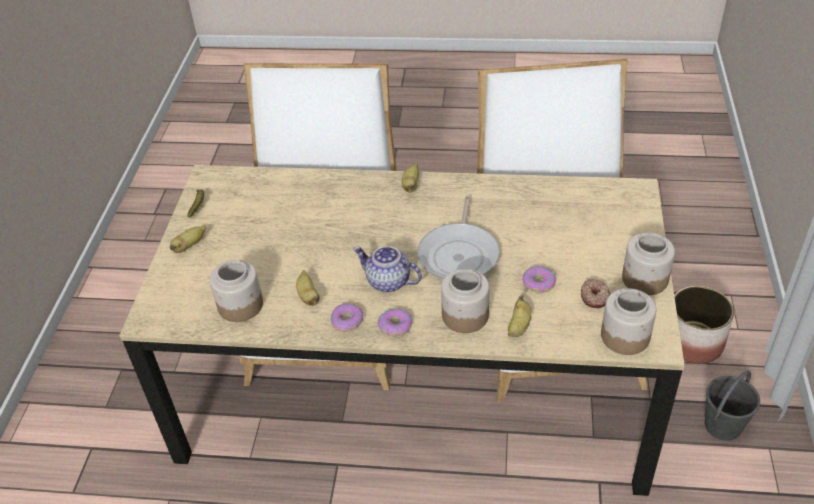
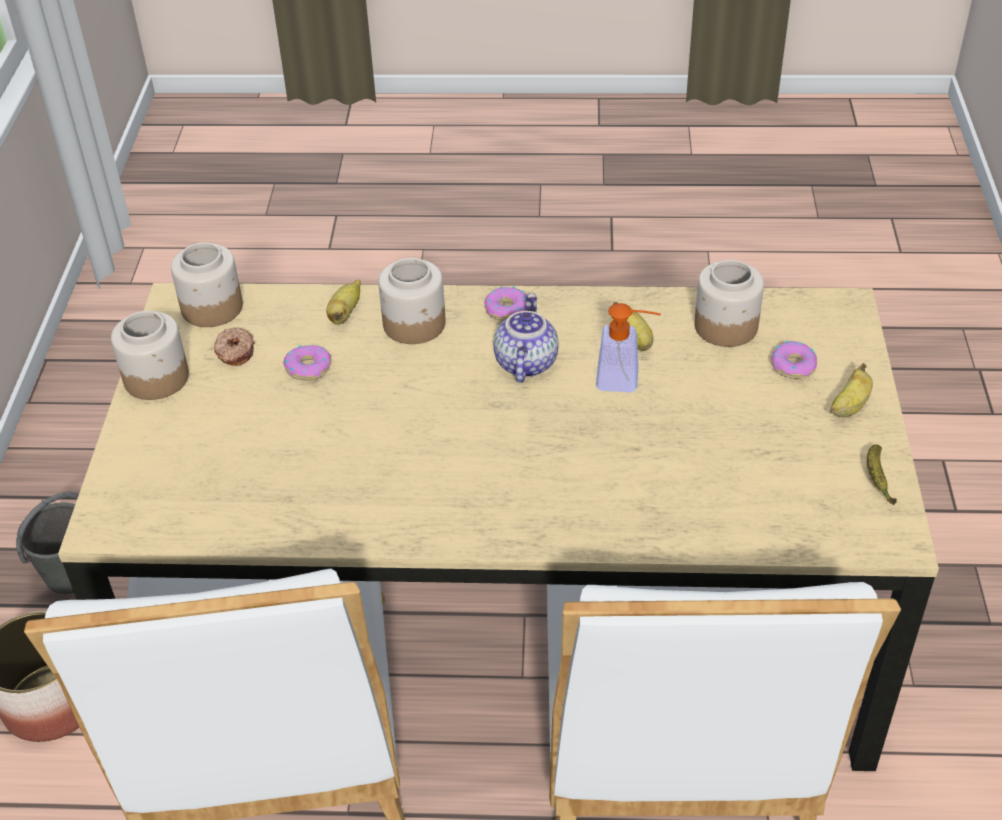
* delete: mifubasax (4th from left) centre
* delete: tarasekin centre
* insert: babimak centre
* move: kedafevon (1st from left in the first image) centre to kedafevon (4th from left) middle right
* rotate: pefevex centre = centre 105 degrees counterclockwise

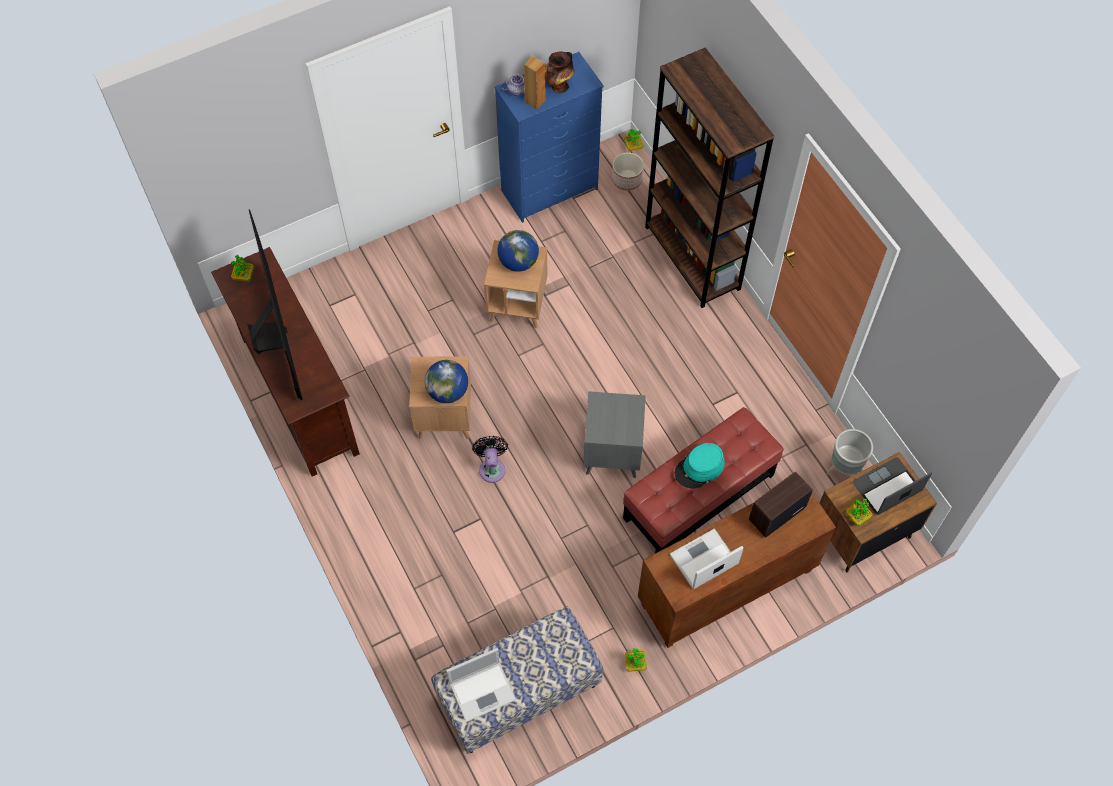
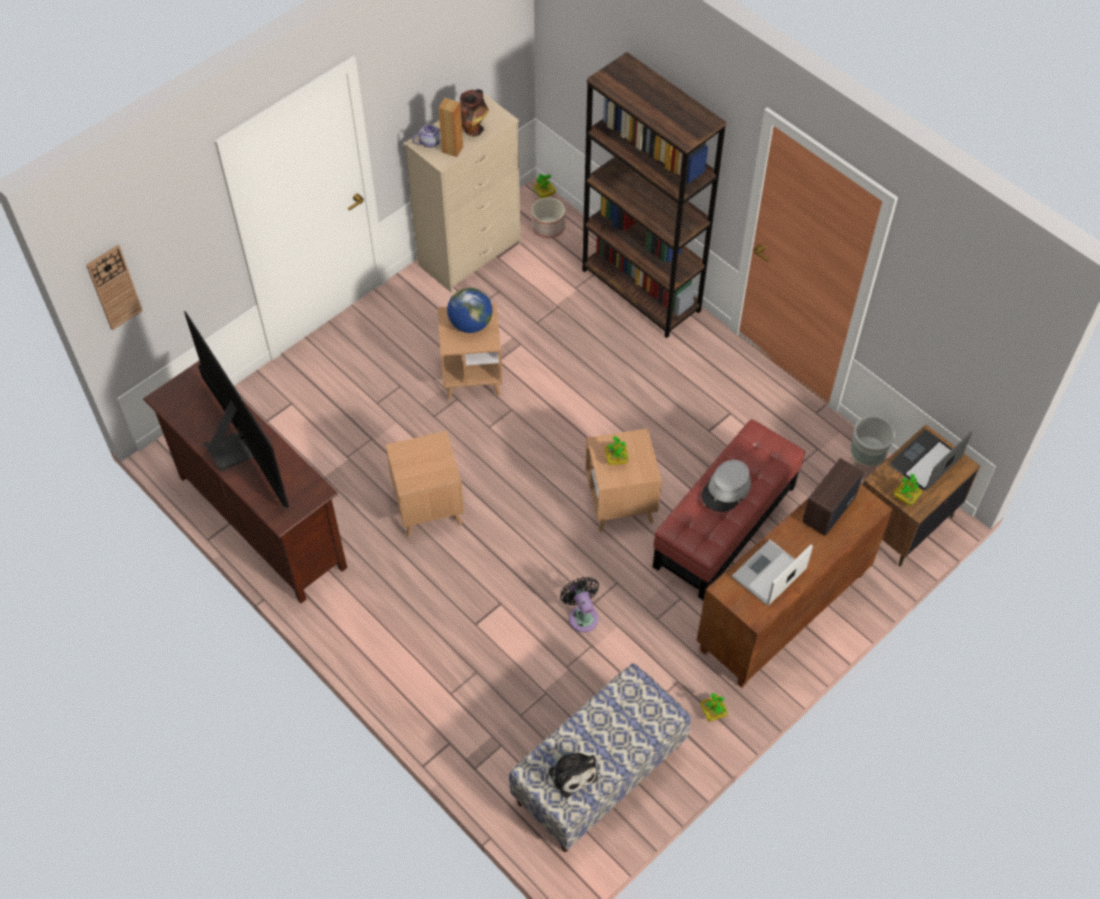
* delete: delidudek (1st from left) centre
* insert: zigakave top left
* move: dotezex (1st from left in the first image) middle left to dotezex (2nd from left) centre
* move: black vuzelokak centre to bottom centre
* replace: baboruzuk (1st from left) bottom centre to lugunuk bottom centre
* recolor: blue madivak top centre to beige madivak top centre
* recolor: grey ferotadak centre to brown ferotadak (3rd from left) centre
* recolor: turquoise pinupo centre to grey pinupo centre

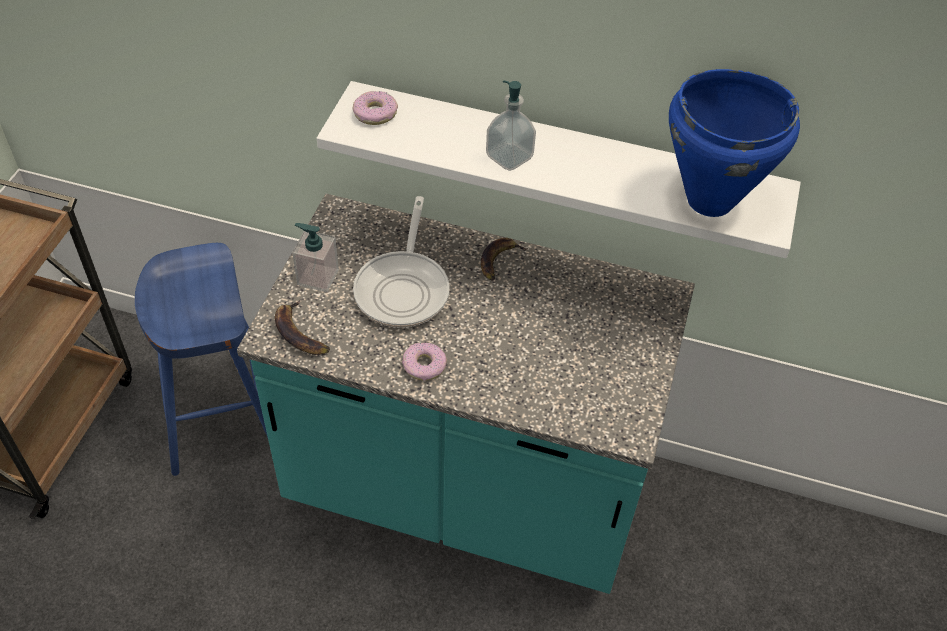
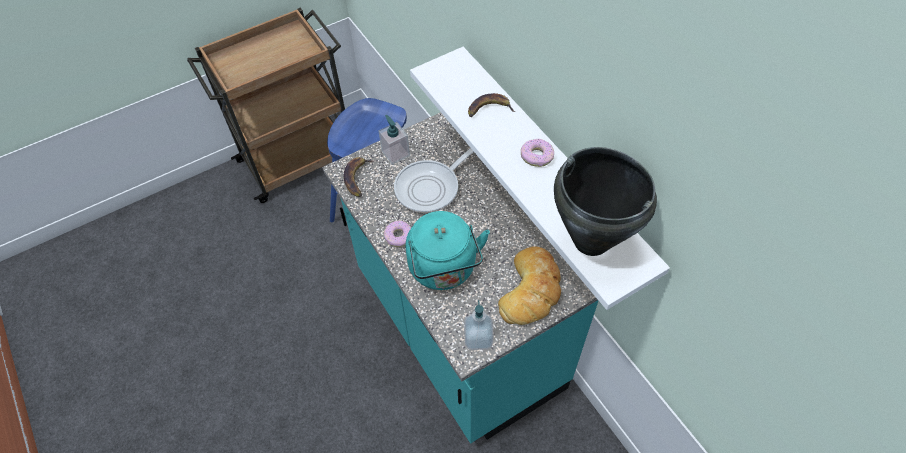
* insert: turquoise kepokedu centre
* insert: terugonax centre
* move: kedafevon (1st from left in the first image) top centre to kedafevon (2nd from left) centre
* move: mifubasax (2nd from left) centre to top centre
* move: babimak (2nd from left) top centre to bottom centre
* recolor: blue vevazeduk top right to black vevazeduk middle right

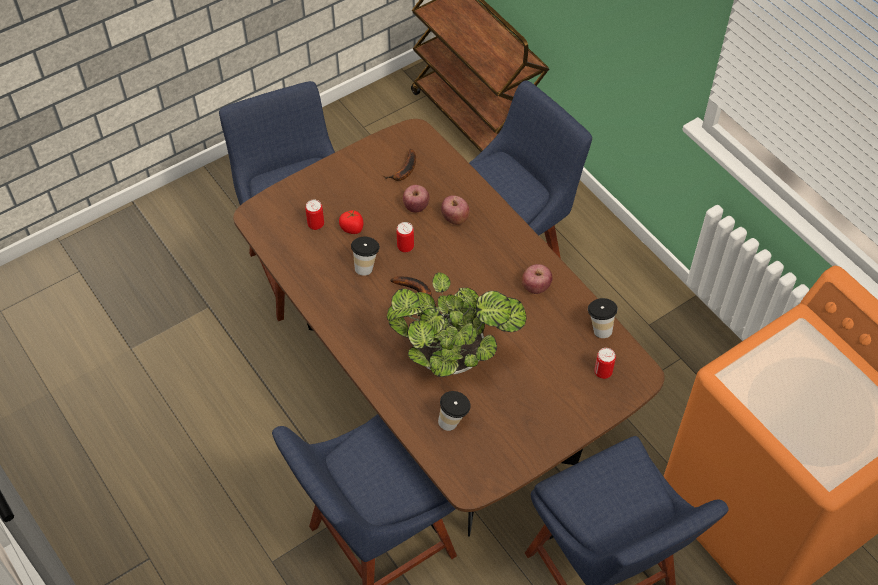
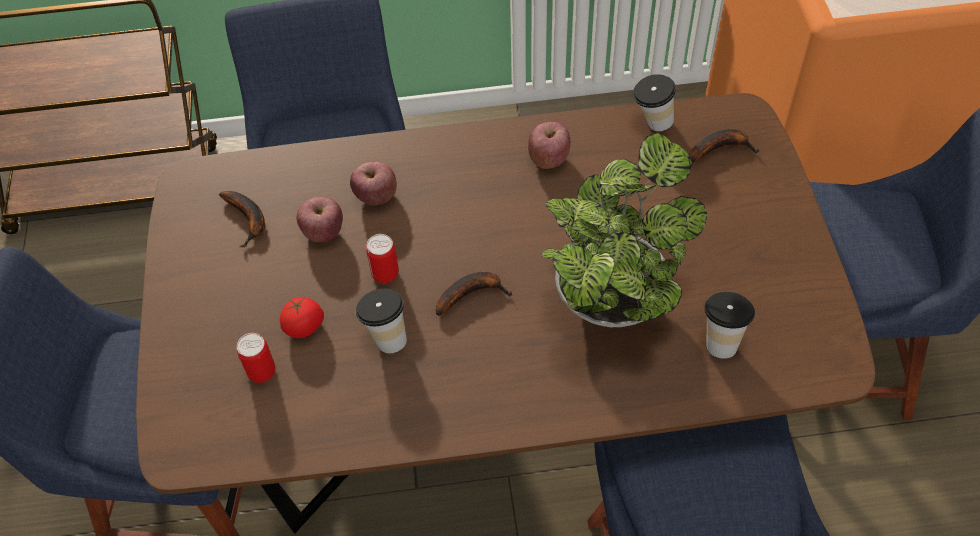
* replace: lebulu (3rd from left) middle right to mifubasax (3rd from left) top right

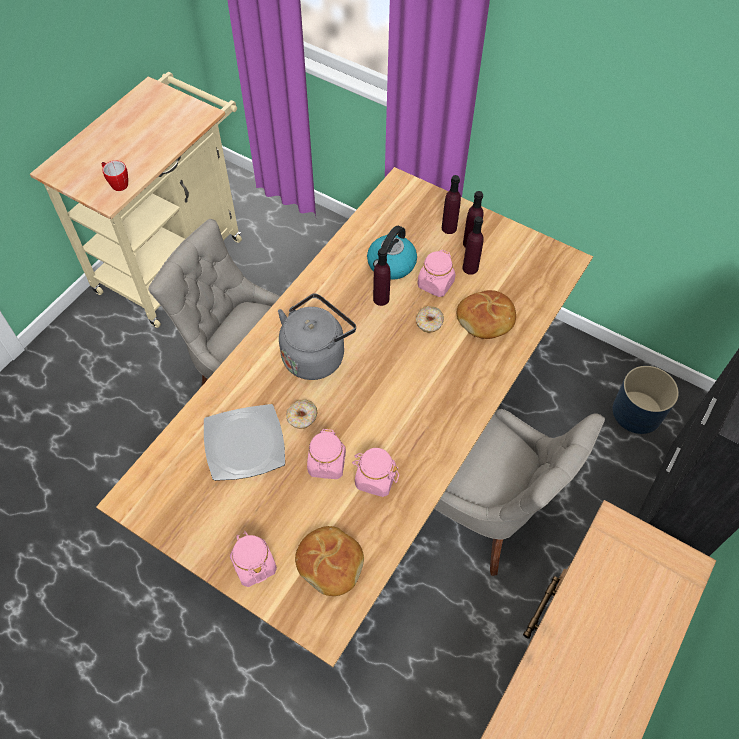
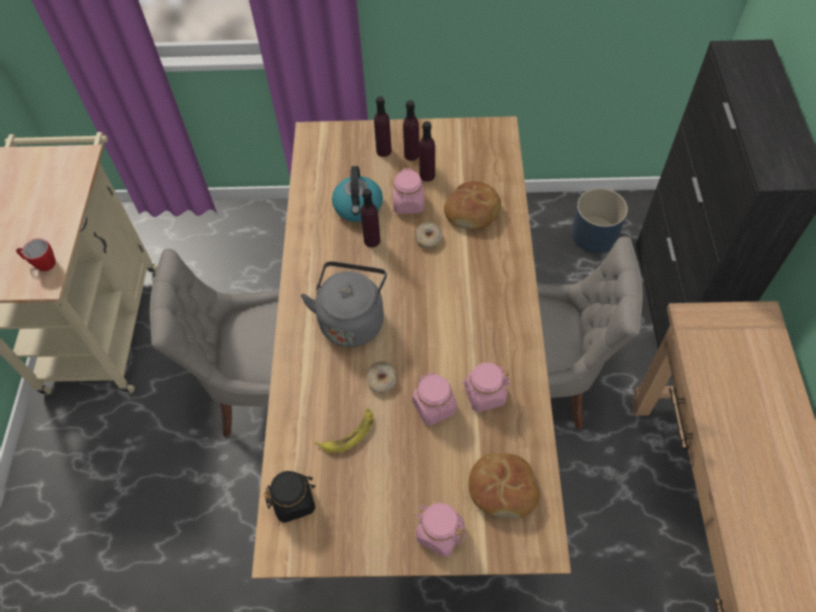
* insert: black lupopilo bottom centre
* replace: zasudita middle left to mifubasax bottom centre

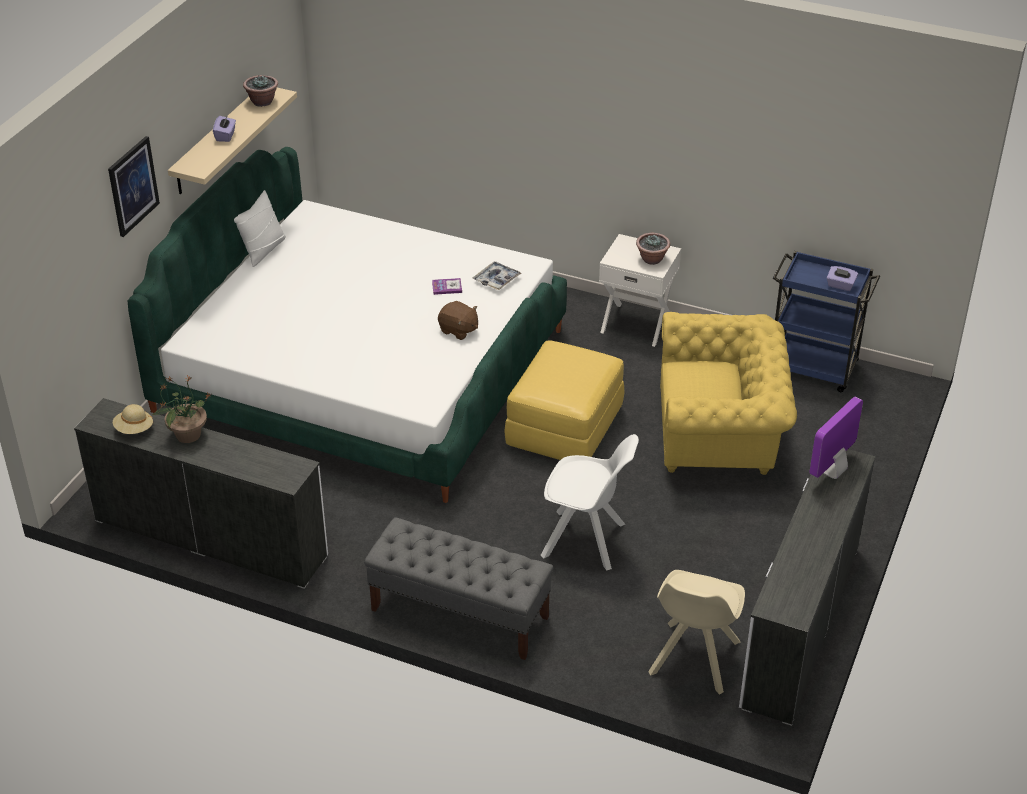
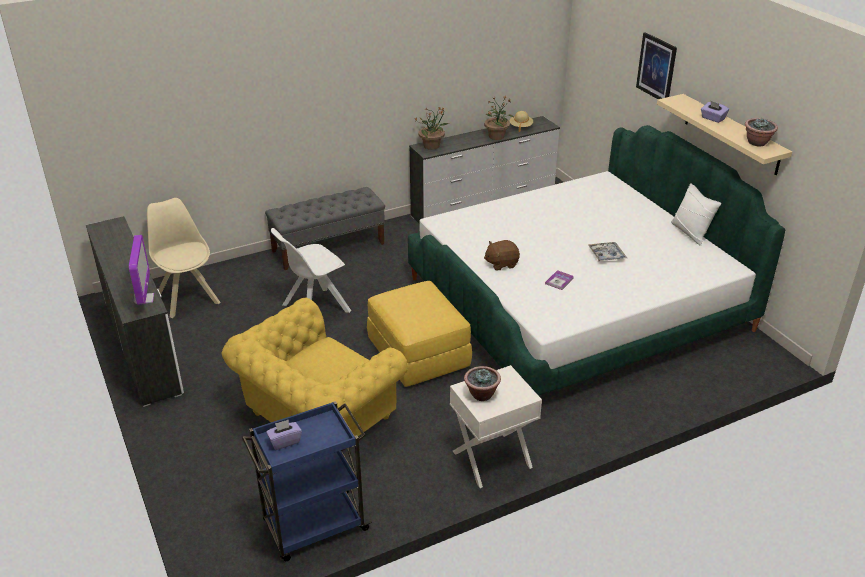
* insert: dotezex (1st from left) top centre
* move: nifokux centre to middle right

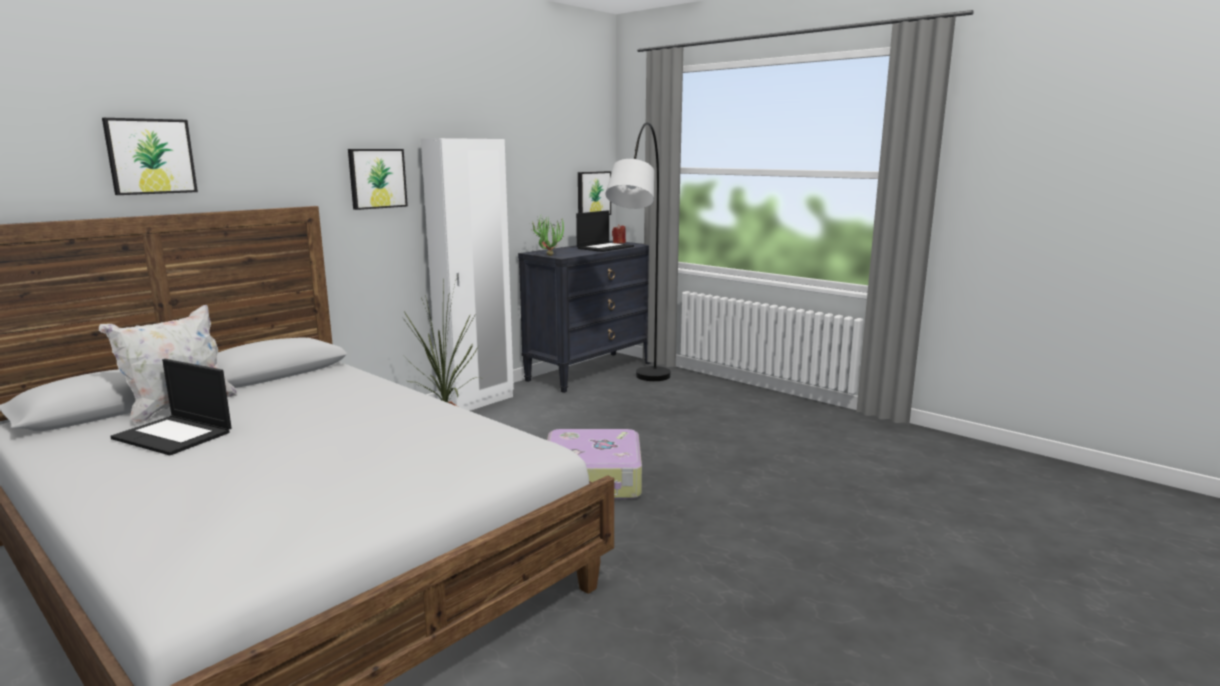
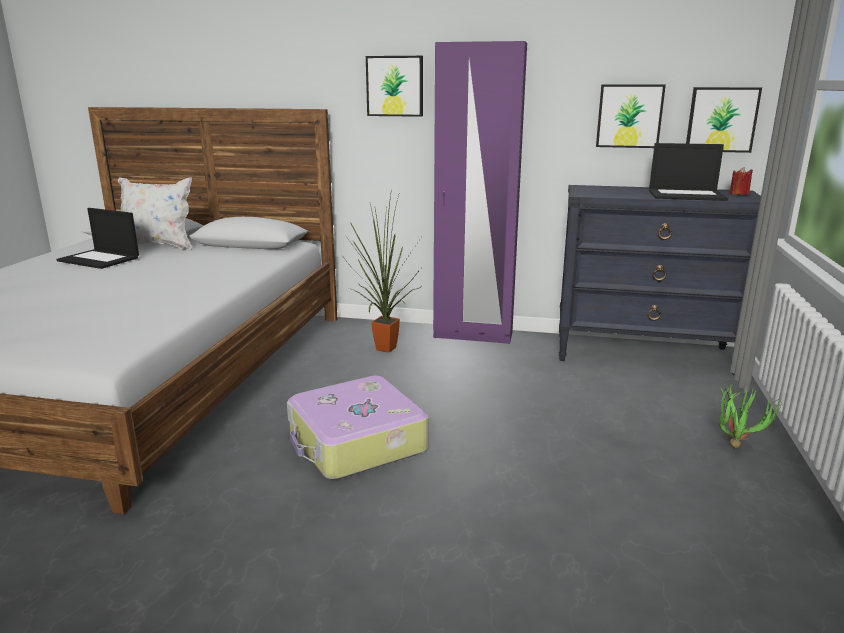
* delete: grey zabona centre
* move: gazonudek (1st from left in the first image) top left to gazonudek (2nd from left) top right
* move: dotezex (2nd from left) centre to middle right
* recolor: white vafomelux centre to purple vafomelux top centre
* rotate: baboruzuk (1st from left) middle left = middle left 60 degrees counterclockwise

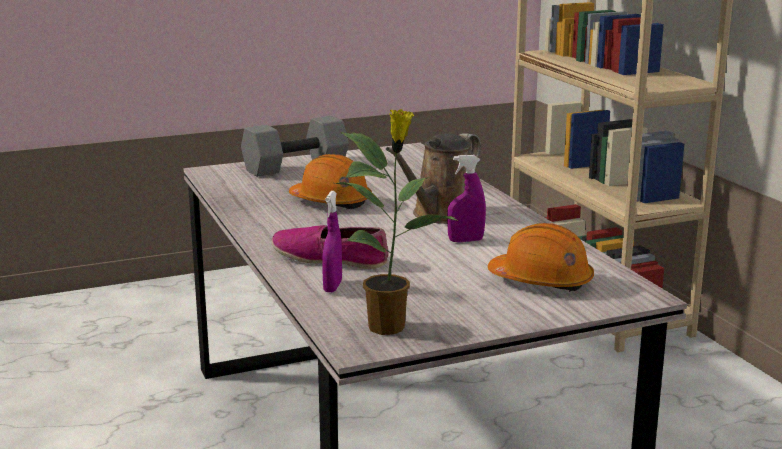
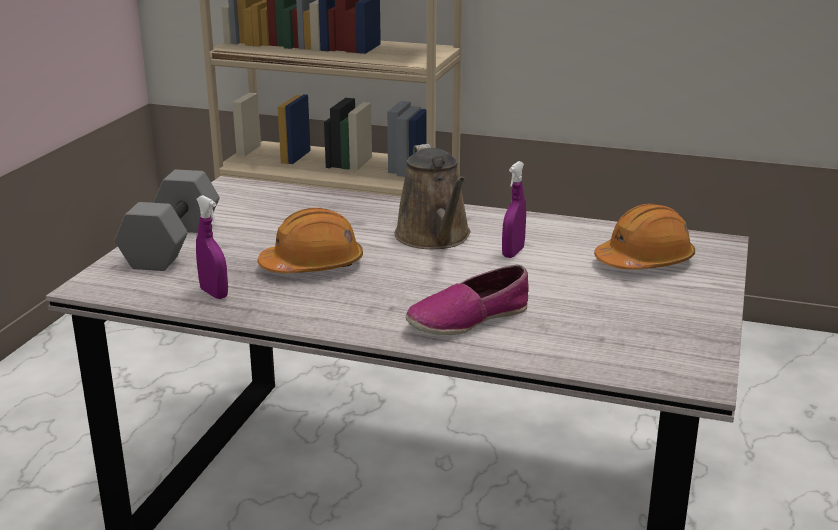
* delete: dotezex centre
* move: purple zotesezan (1st from left) centre to middle left

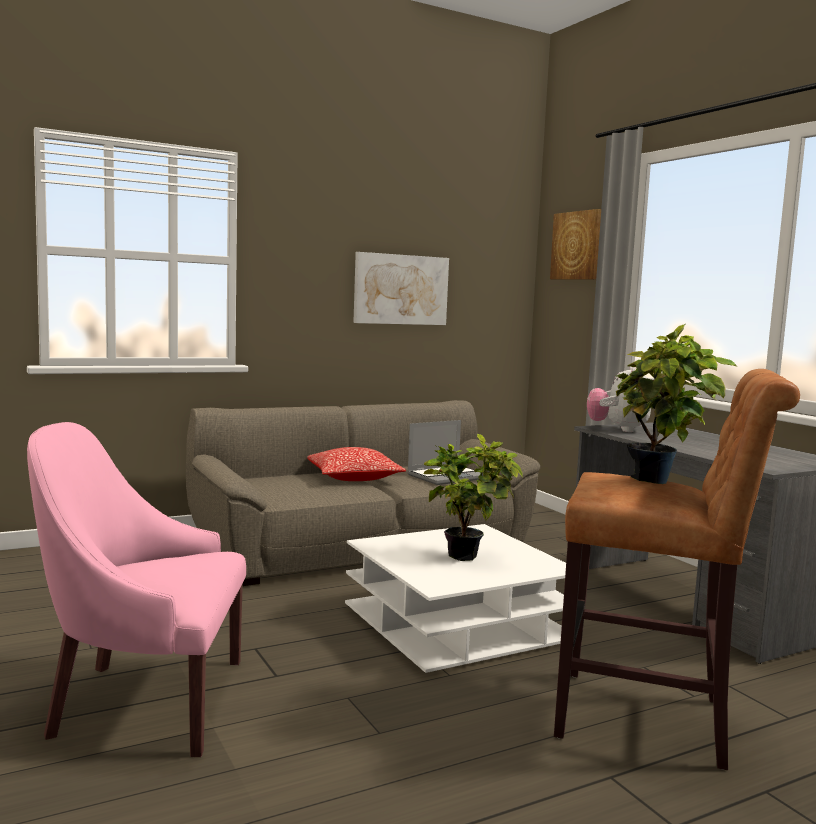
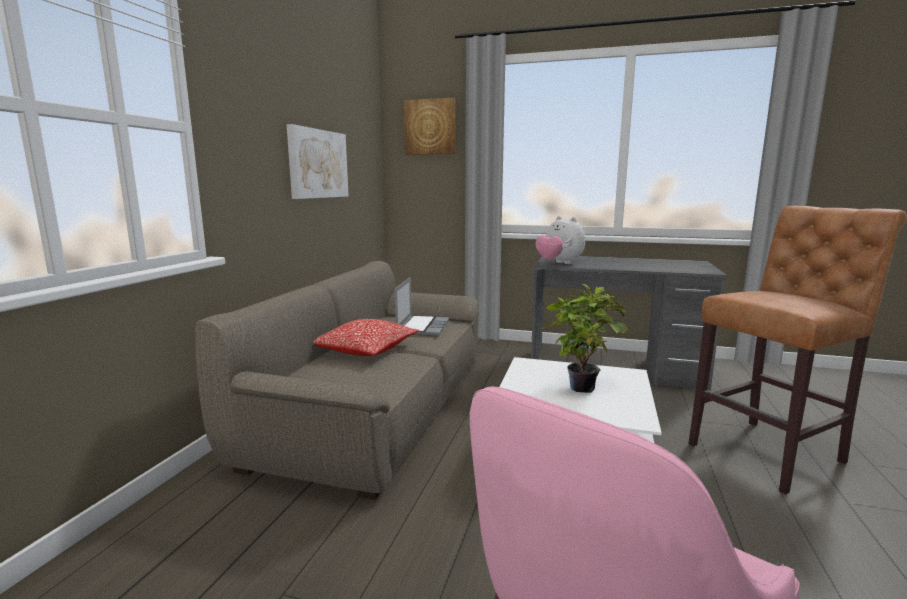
* delete: dotezex (2nd from left) middle right

